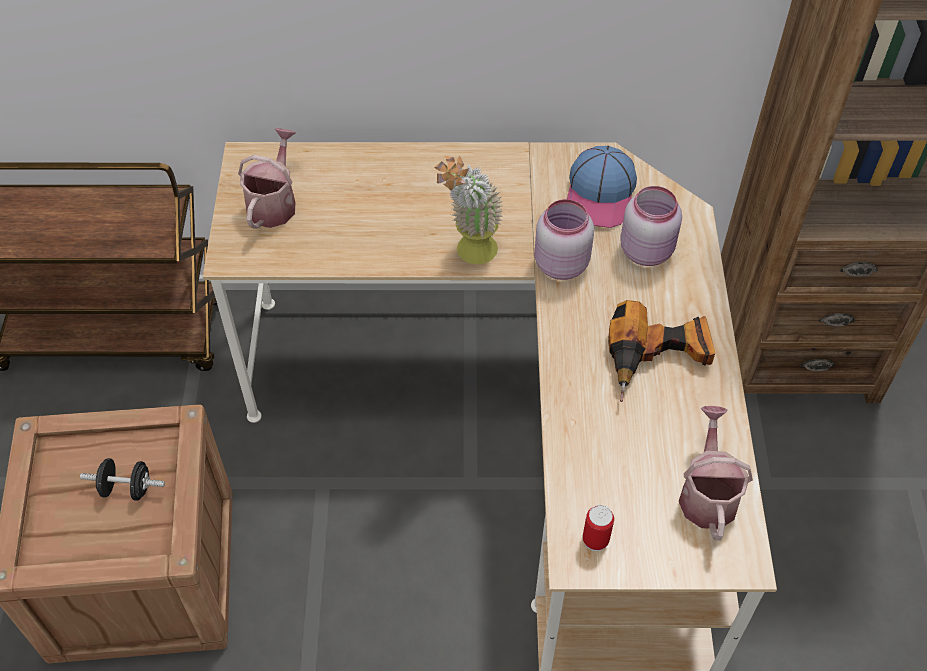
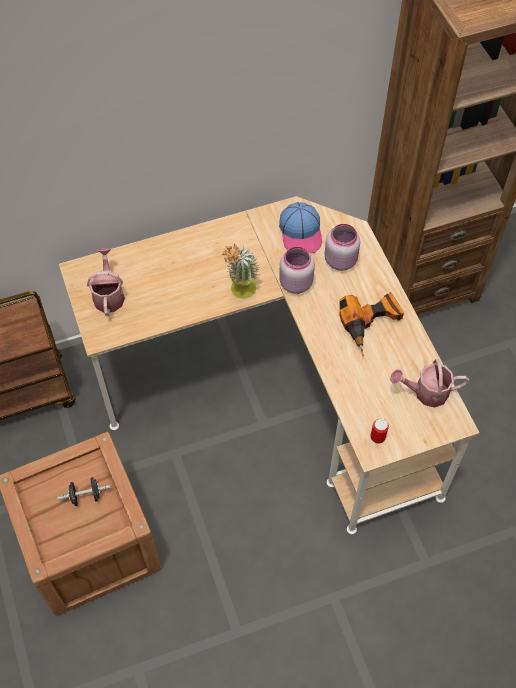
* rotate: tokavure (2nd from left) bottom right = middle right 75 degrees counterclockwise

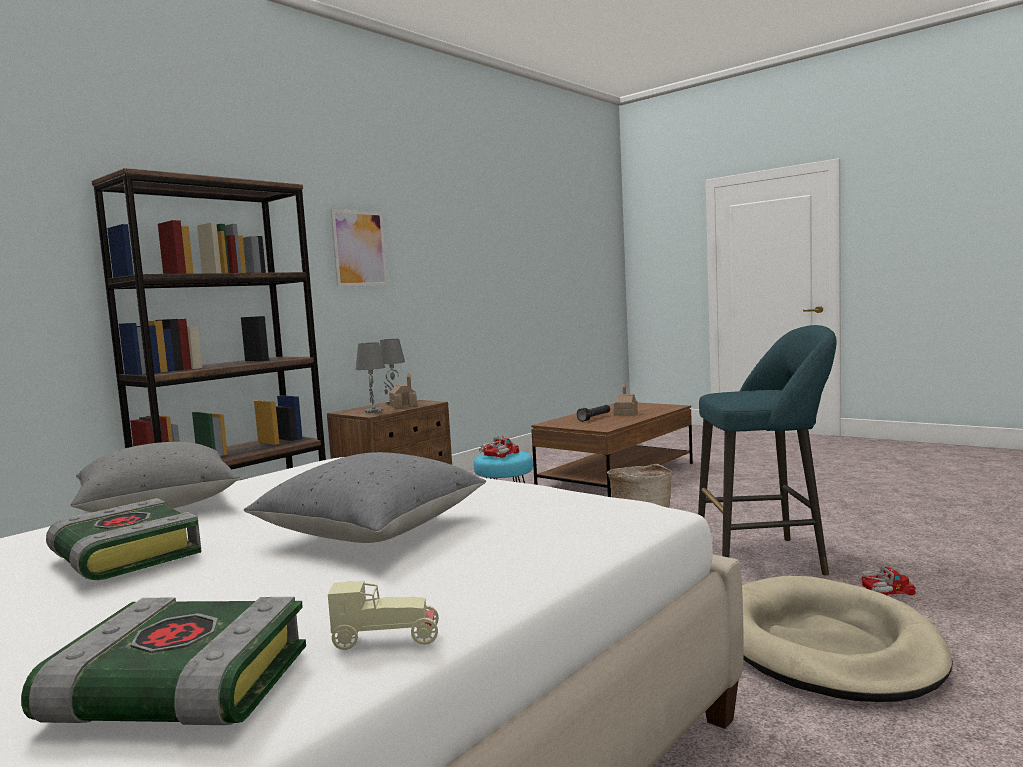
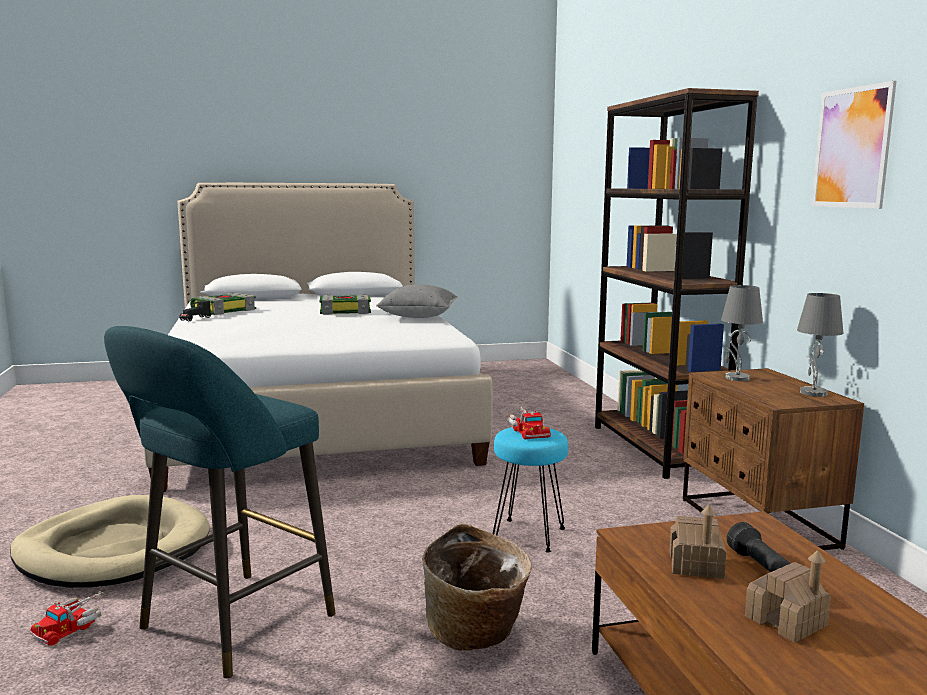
* delete: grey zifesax (2nd from left) centre
* move: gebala (1st from left) centre to bottom right
* recolor: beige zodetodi bottom centre to black zodetodi middle left

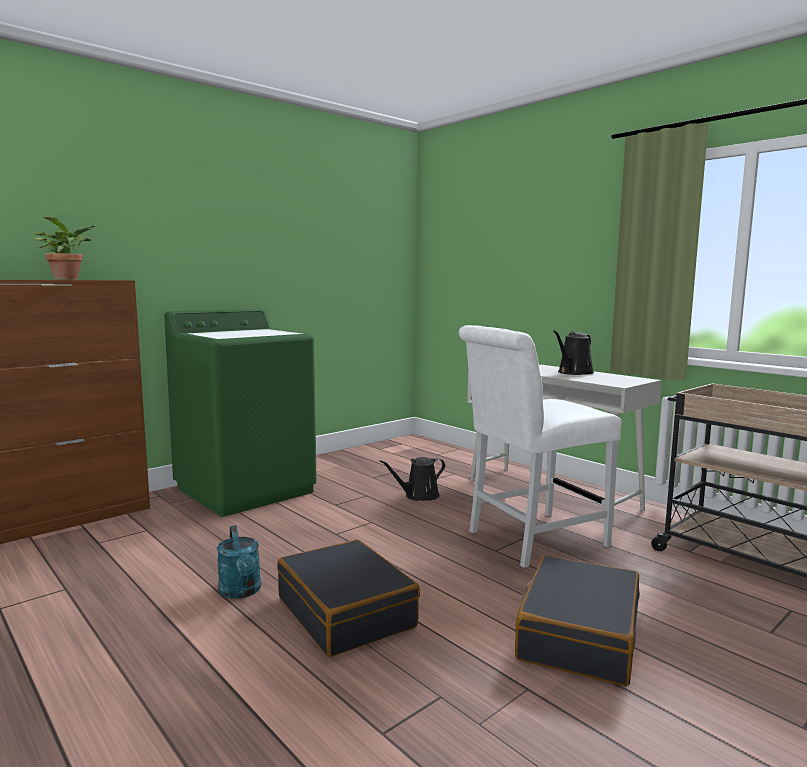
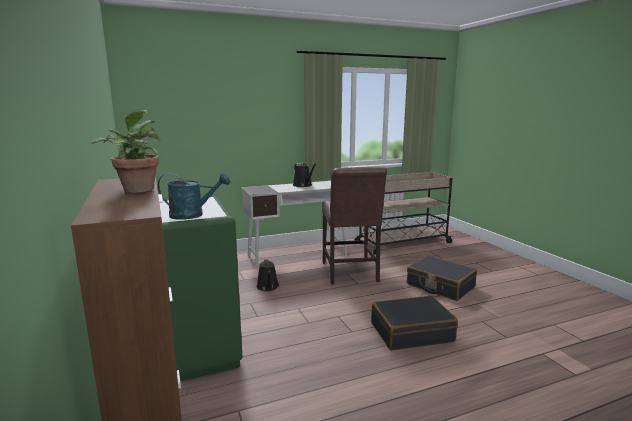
* move: turquoise tokavure bottom left to middle left
* recolor: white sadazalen middle right to brown sadazalen centre

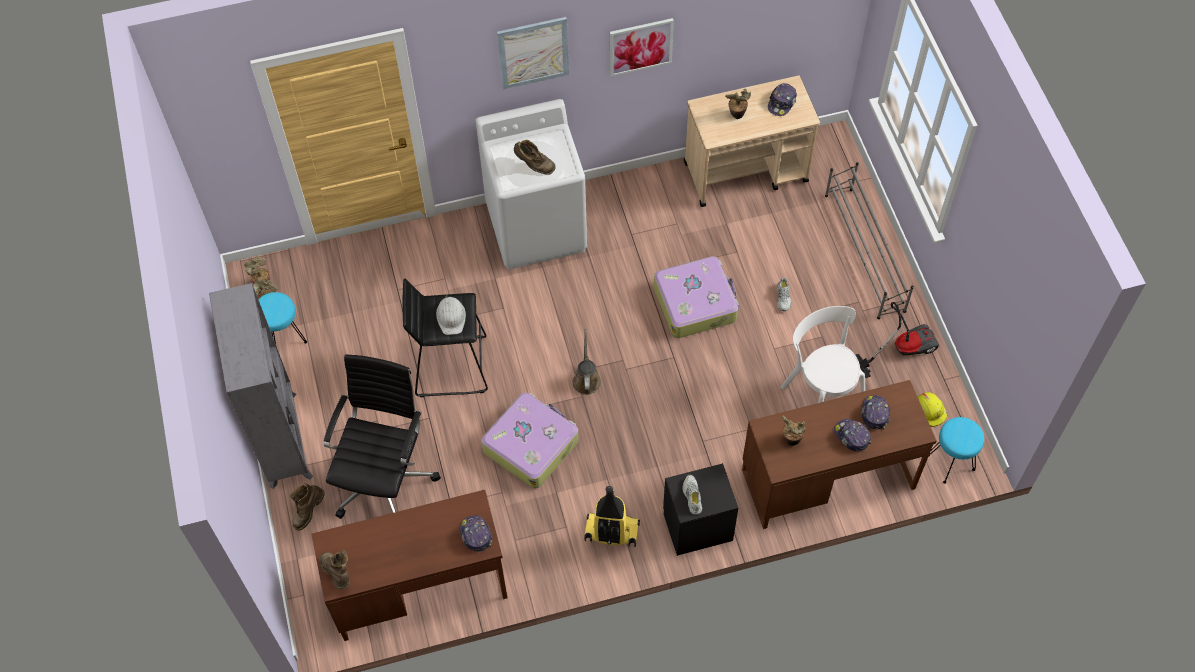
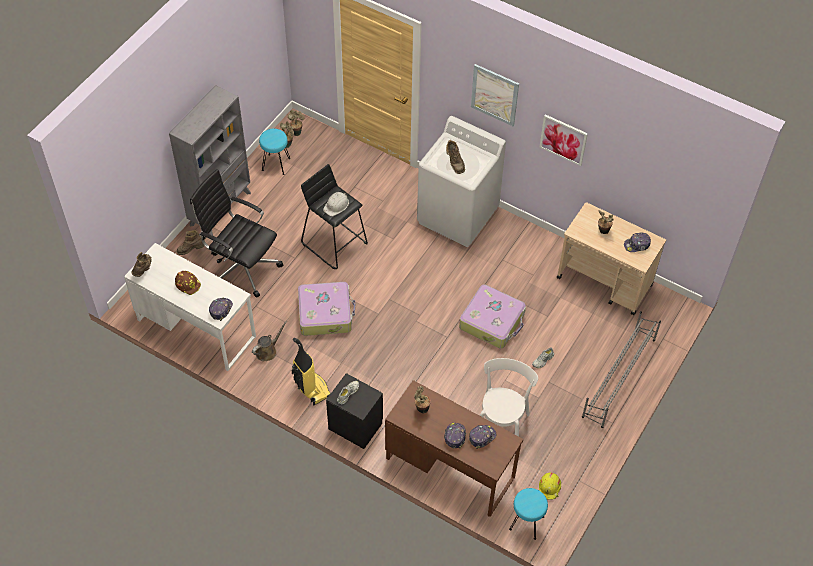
* delete: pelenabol (2nd from left) middle right
* insert: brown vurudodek middle left
* move: brown tokavure centre to middle left
* recolor: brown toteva (1st from left) bottom centre to white toteva middle left
* rotate: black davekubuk middle left = middle left 120 degrees counterclockwise

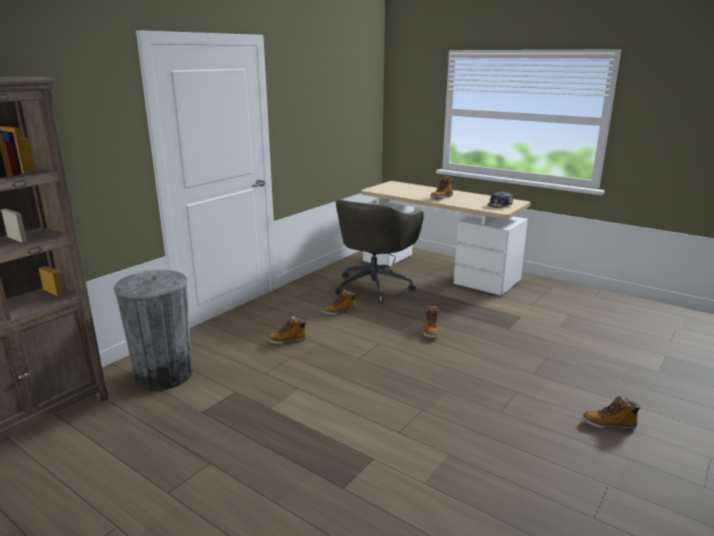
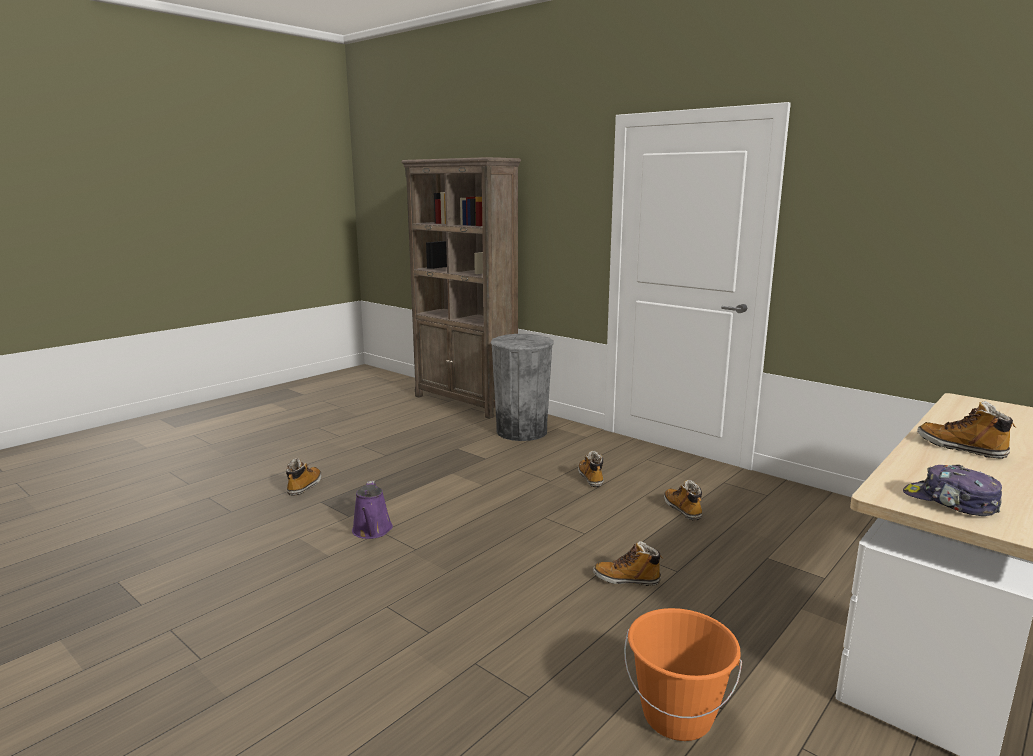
* delete: grey davekubuk centre
* insert: purple tokavure bottom centre
* insert: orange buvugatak bottom centre
* move: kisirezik (5th from left in the first image) bottom right to kisirezik (1st from left) middle left

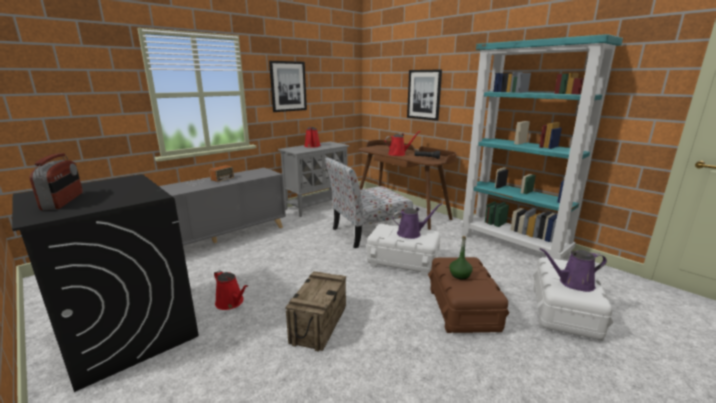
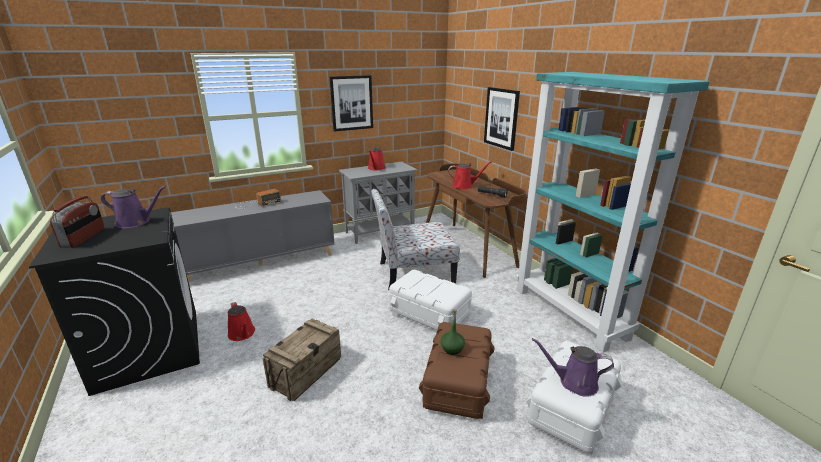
* move: purple tokavure (1st from left) centre to middle left

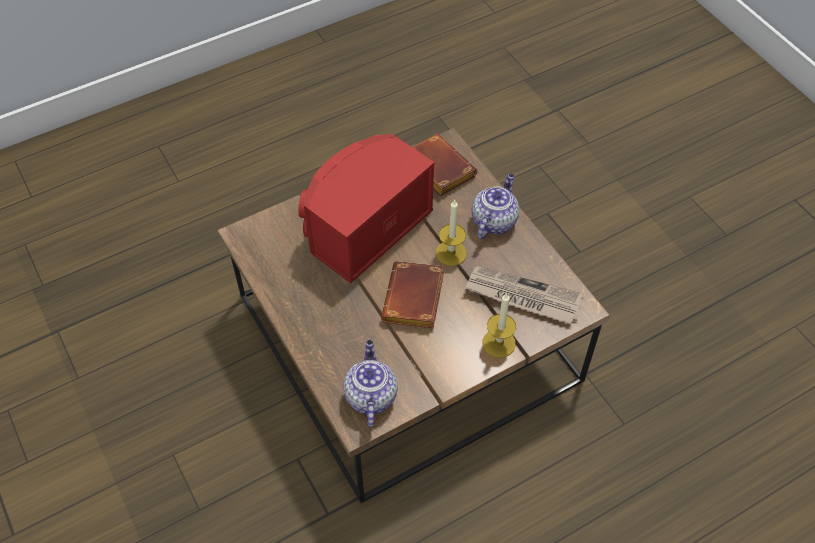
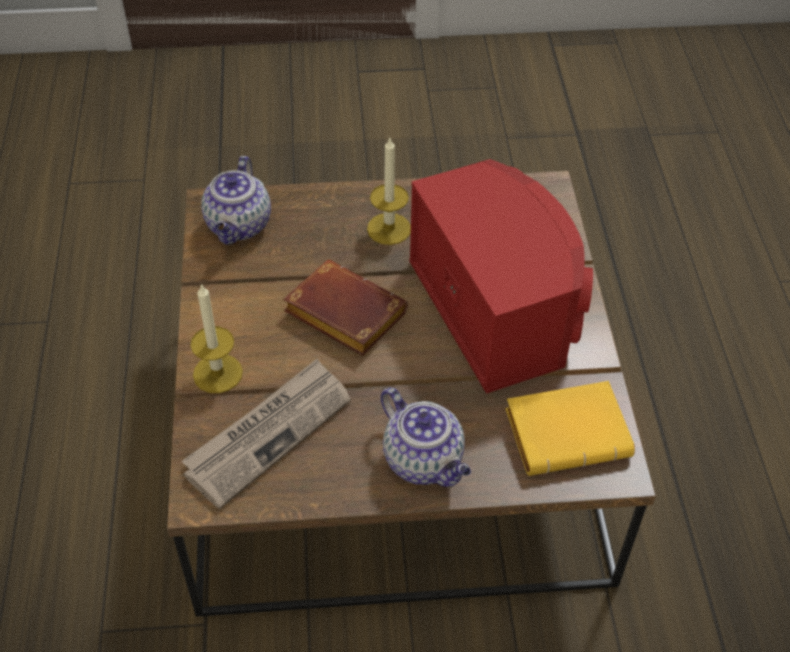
* move: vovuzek (1st from left in the first image) centre to vovuzek (2nd from left) top centre
* recolor: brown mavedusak (2nd from left) top centre to yellow mavedusak middle right
* rotate: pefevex (1st from left) bottom centre = top left 75 degrees clockwise

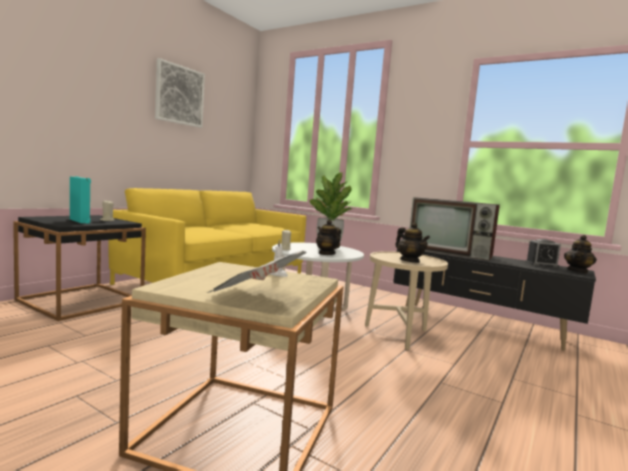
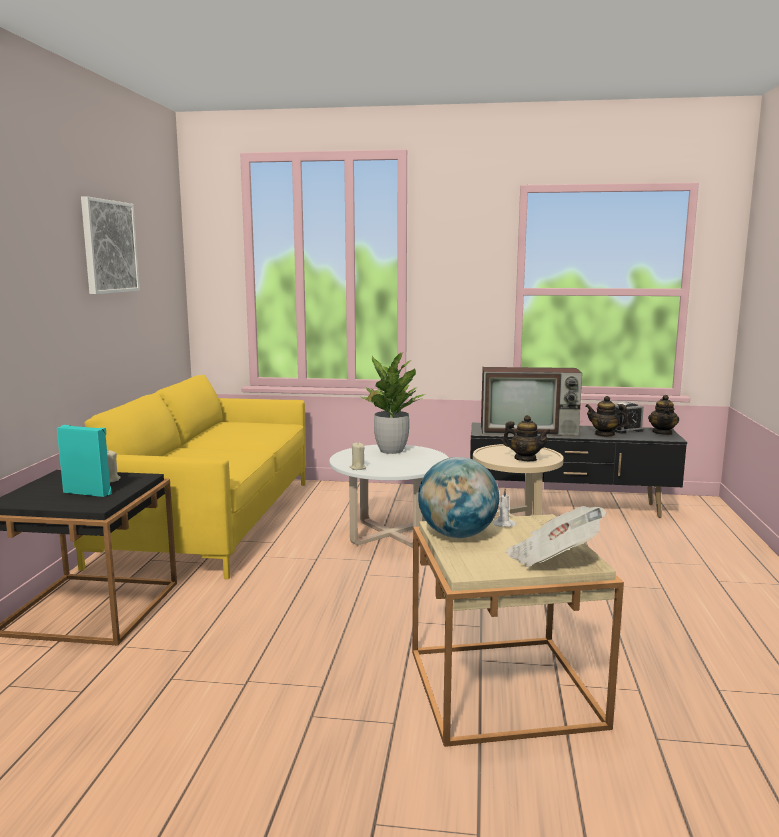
* insert: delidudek centre
* move: pefevex (1st from left in the first image) centre to pefevex (2nd from left) middle right

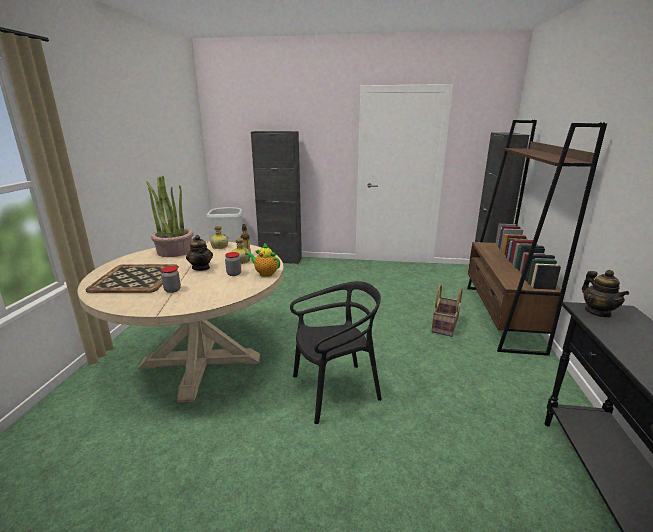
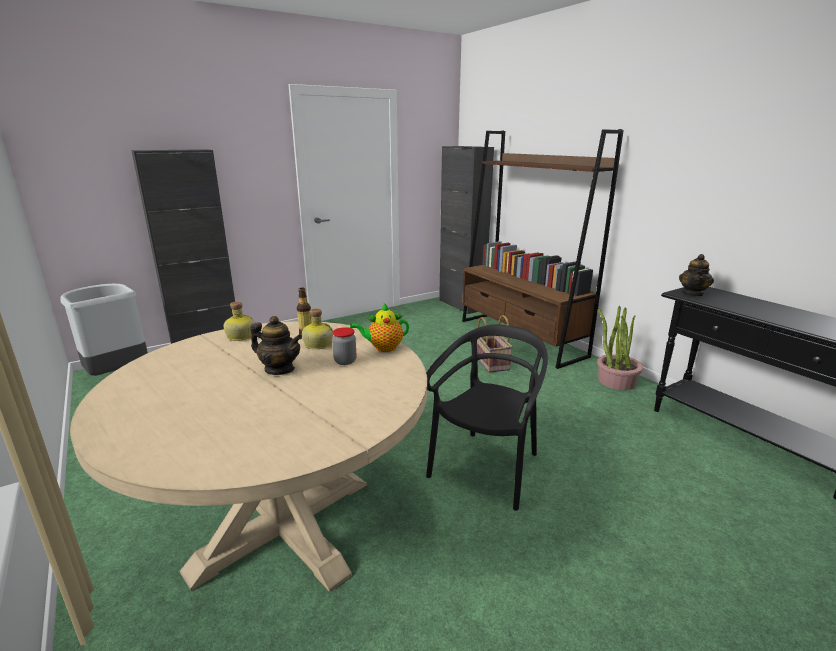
* delete: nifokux middle left
* delete: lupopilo (1st from left) middle left
* move: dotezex middle left to middle right
* rotate: pefevex (3rd from left) middle right = middle right 75 degrees clockwise

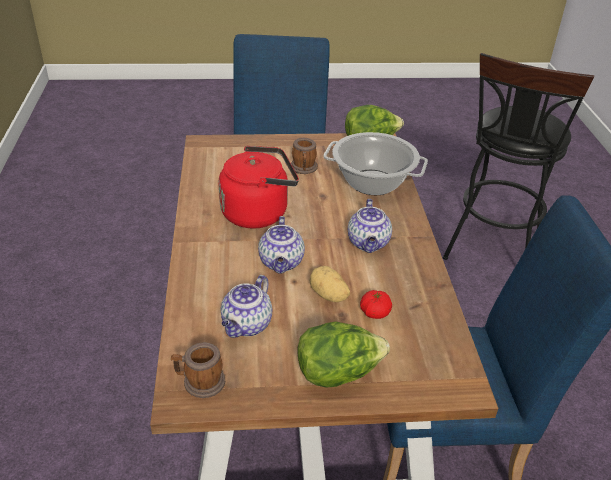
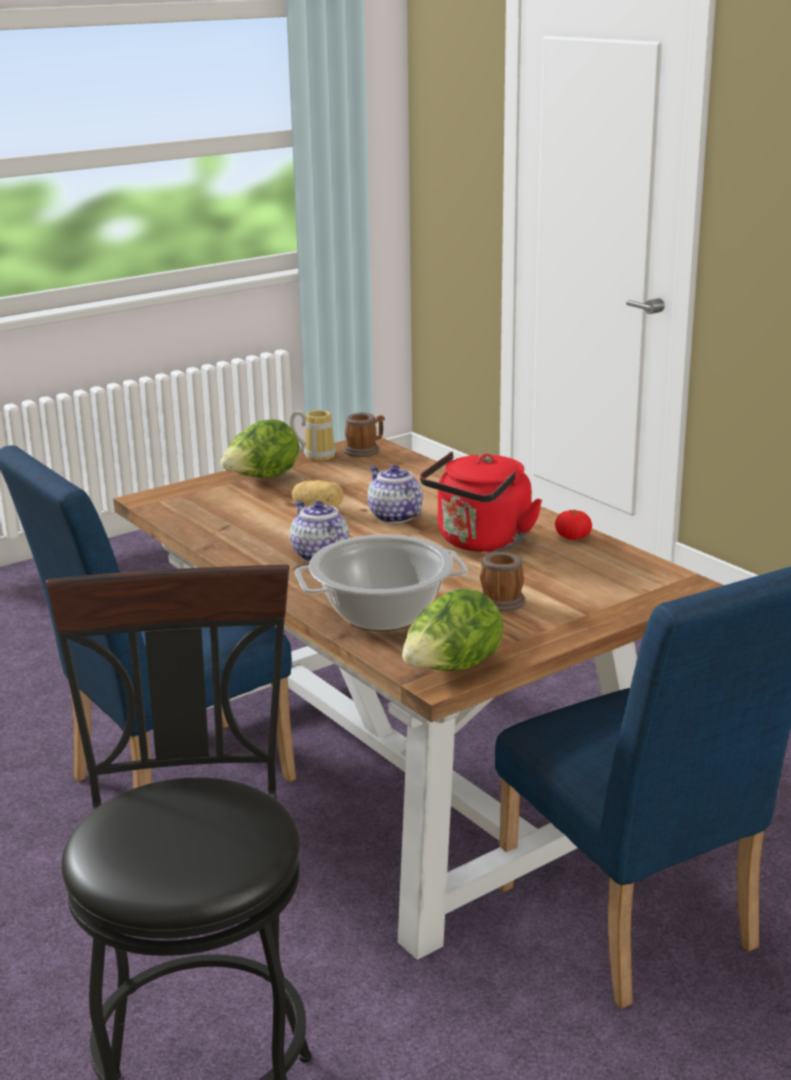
* delete: pefevex (1st from left) centre
* insert: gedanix (1st from left) centre
* move: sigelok centre to middle right

